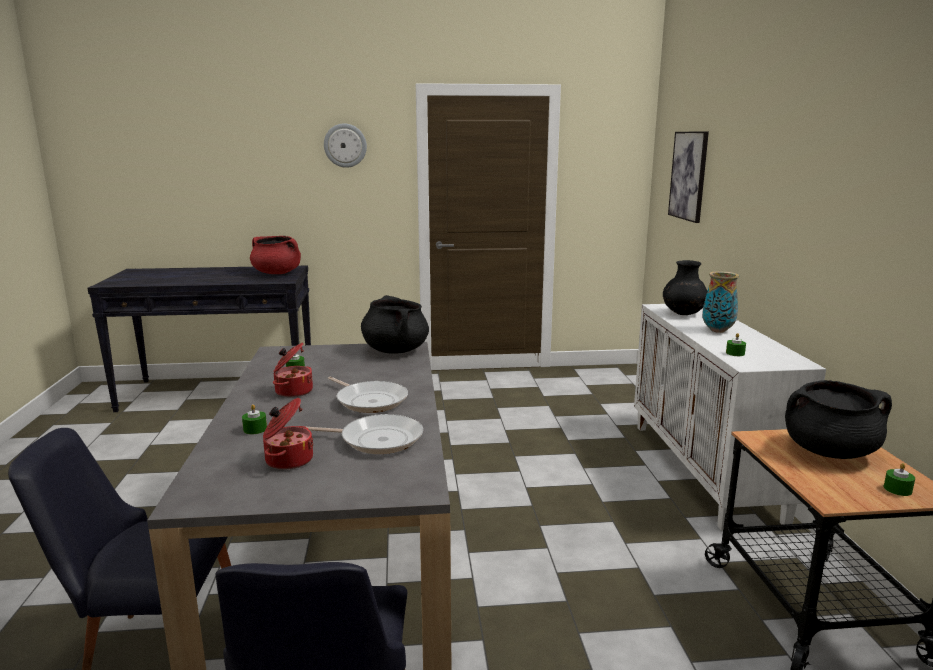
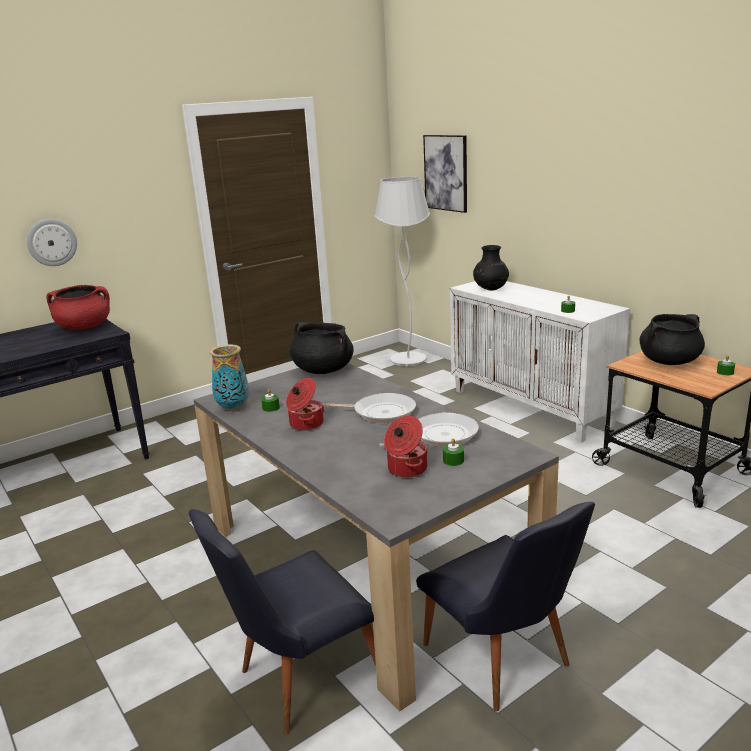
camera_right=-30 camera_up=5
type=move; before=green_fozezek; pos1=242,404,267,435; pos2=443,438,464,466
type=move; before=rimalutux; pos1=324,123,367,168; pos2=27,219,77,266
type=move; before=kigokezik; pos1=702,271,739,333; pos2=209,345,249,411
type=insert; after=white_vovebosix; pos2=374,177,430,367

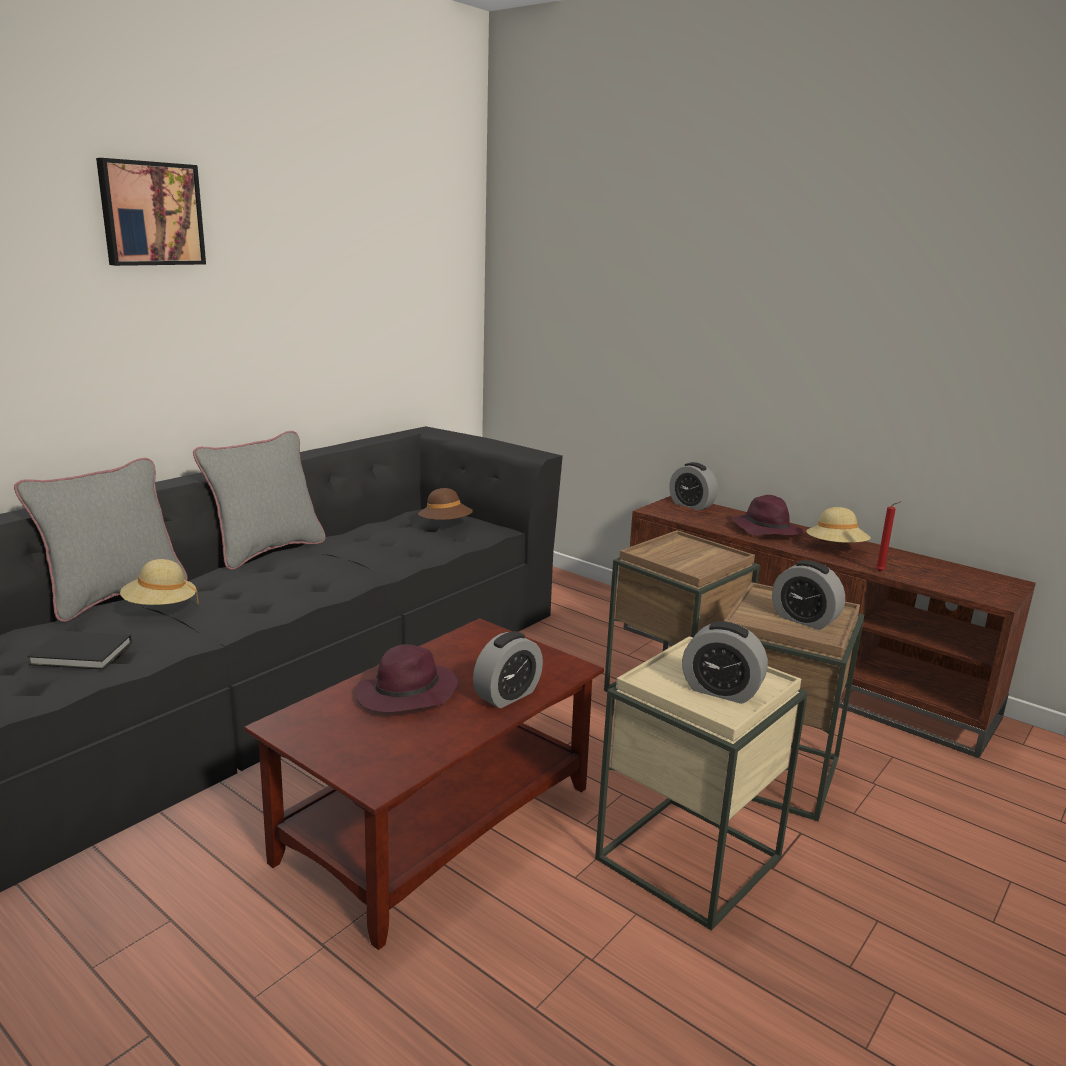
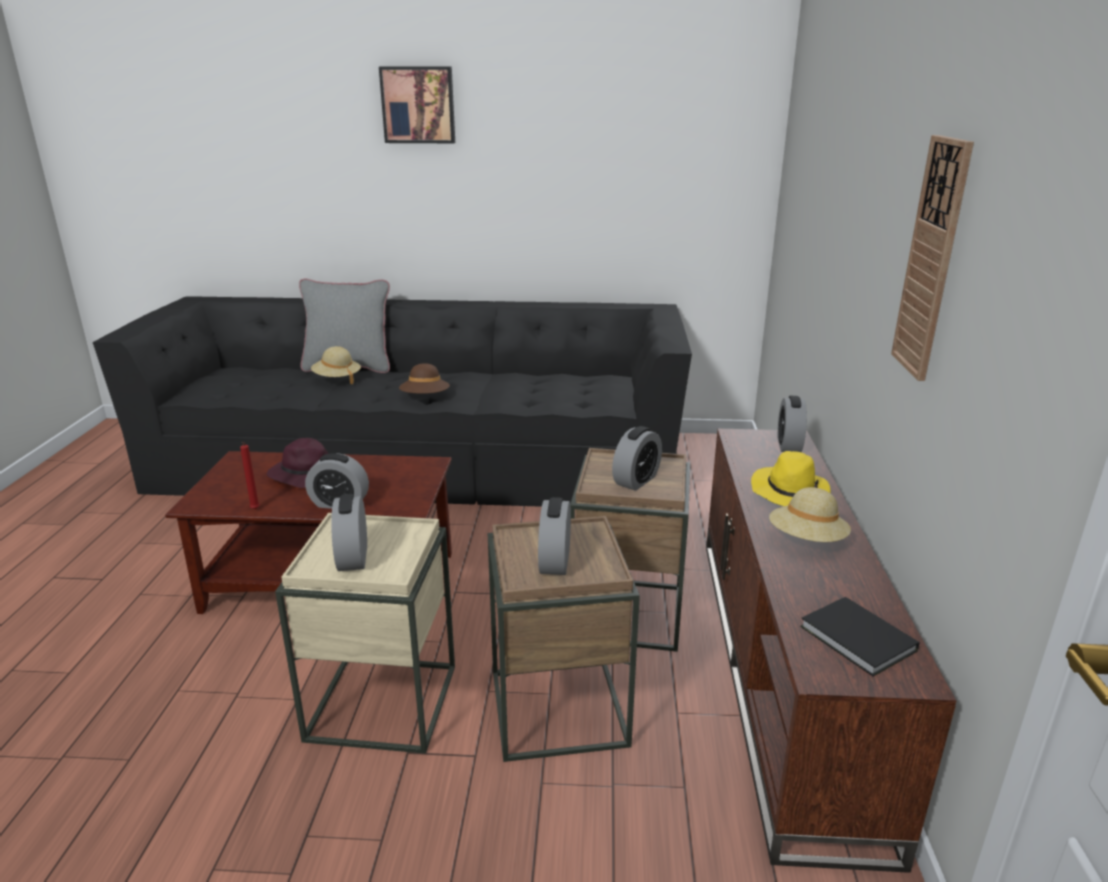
camera_right=55 camera_up=5
type=move; before=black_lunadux; pos1=27,631,132,670; pos2=800,597,920,676
type=delete; before=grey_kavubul; pos1=193,431,326,570
type=move; before=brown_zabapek; pos1=418,488,473,520; pos2=399,363,450,394
type=recolor; before=purple_zabapek; after=yellow_zabapek; pos1=731,495,803,536; pos2=751,451,831,506
type=move; before=red_fozezek; pos1=876,501,901,571; pos2=240,442,260,509
type=insert; after=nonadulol; pos2=612,426,662,491
type=insert; after=rimalutux; pos2=891,135,974,381

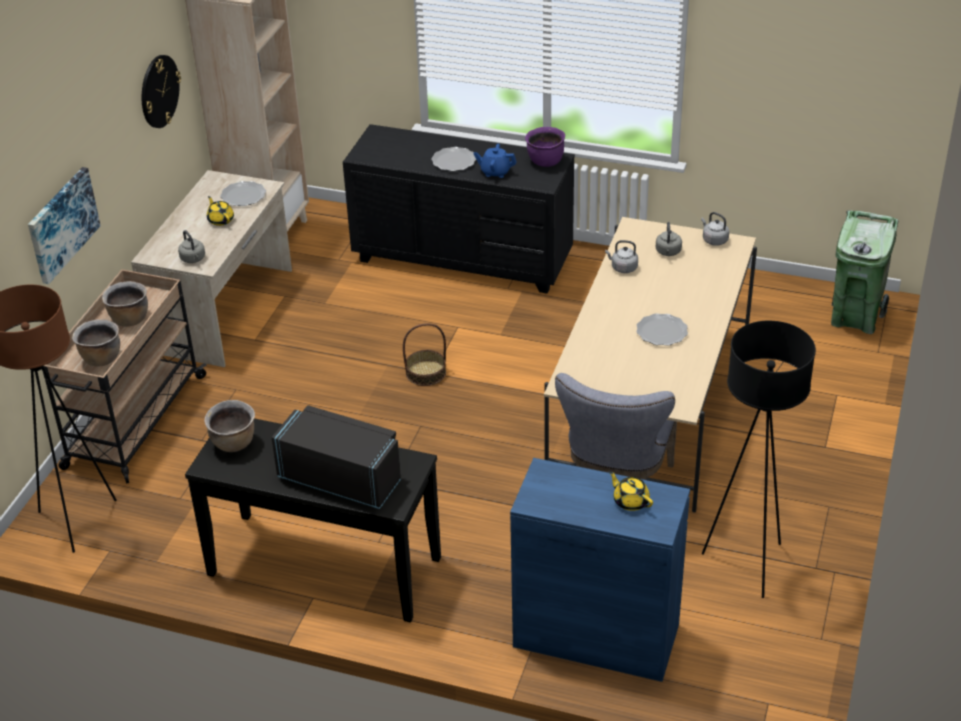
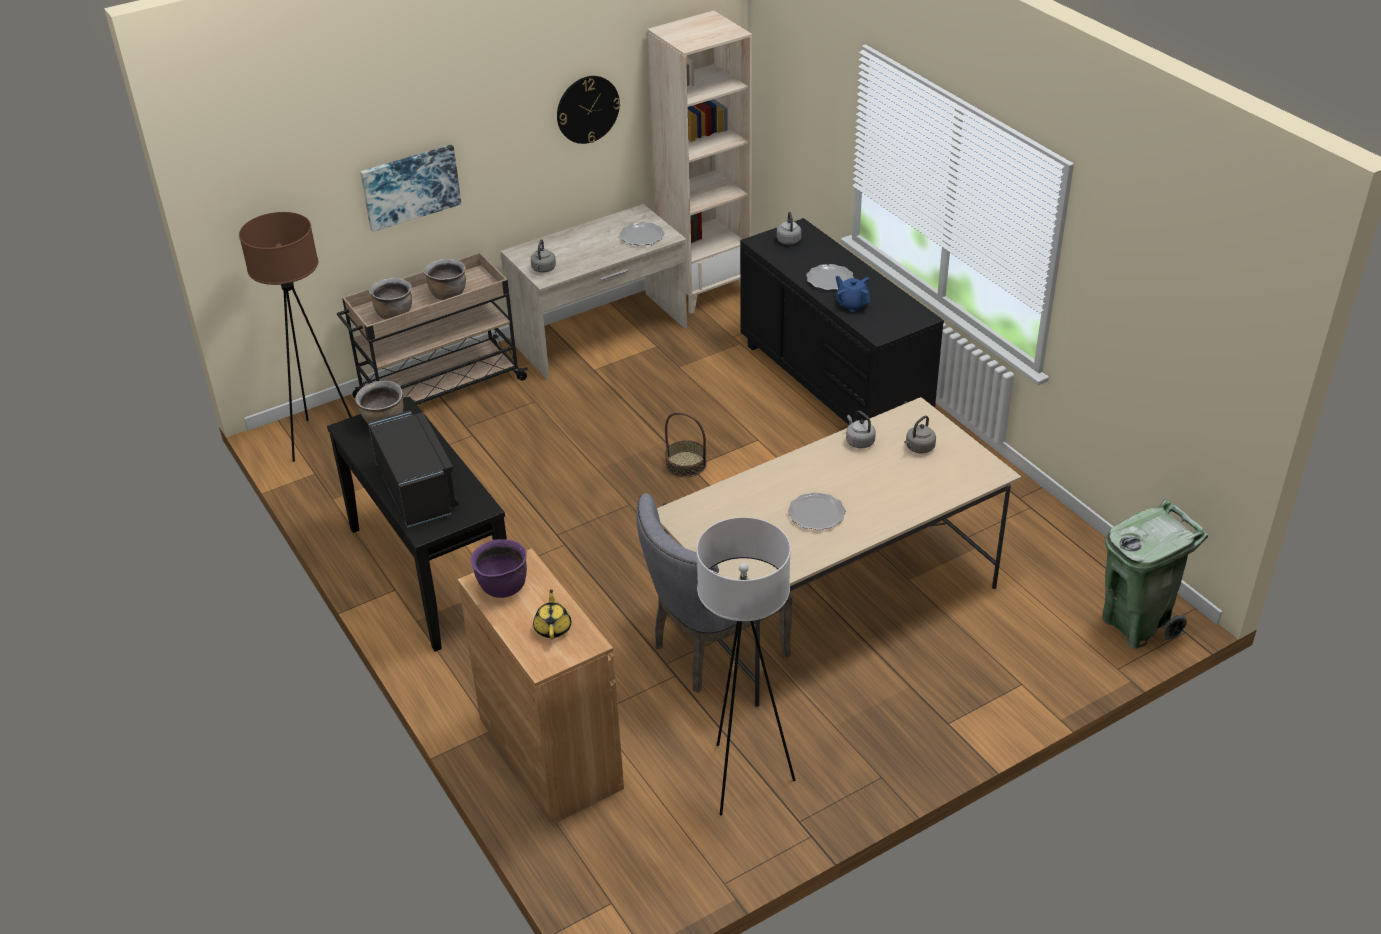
camera_right=40 camera_up=0
type=delete; before=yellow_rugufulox; pos1=207,196,234,226
type=recolor; before=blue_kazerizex; after=brown_kazerizex; pos1=510,458,690,682; pos2=458,548,624,824
type=move; before=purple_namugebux; pos1=525,127,565,167; pos2=471,539,527,598
type=move; before=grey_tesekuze; pos1=701,212,729,246; pos2=777,212,801,245
type=recolor; before=black_vovebosix; after=white_vovebosix; pos1=702,321,816,598; pos2=696,517,795,815

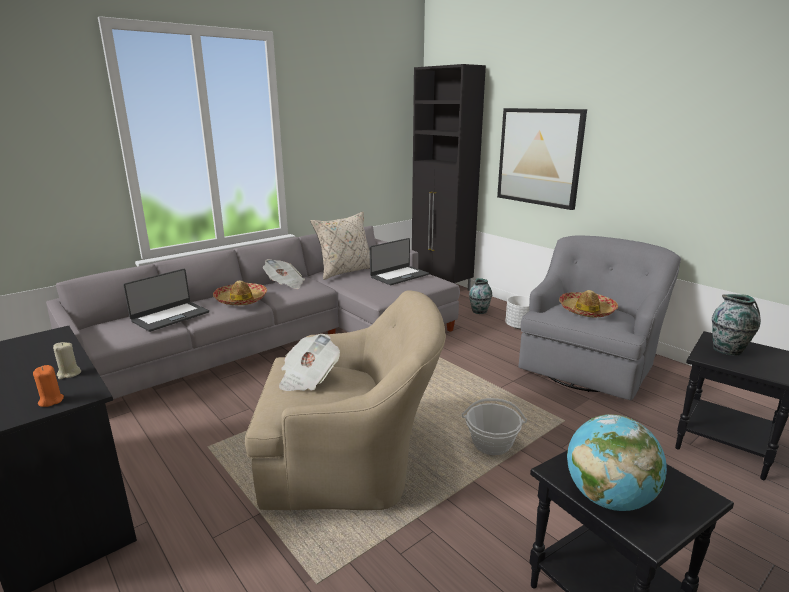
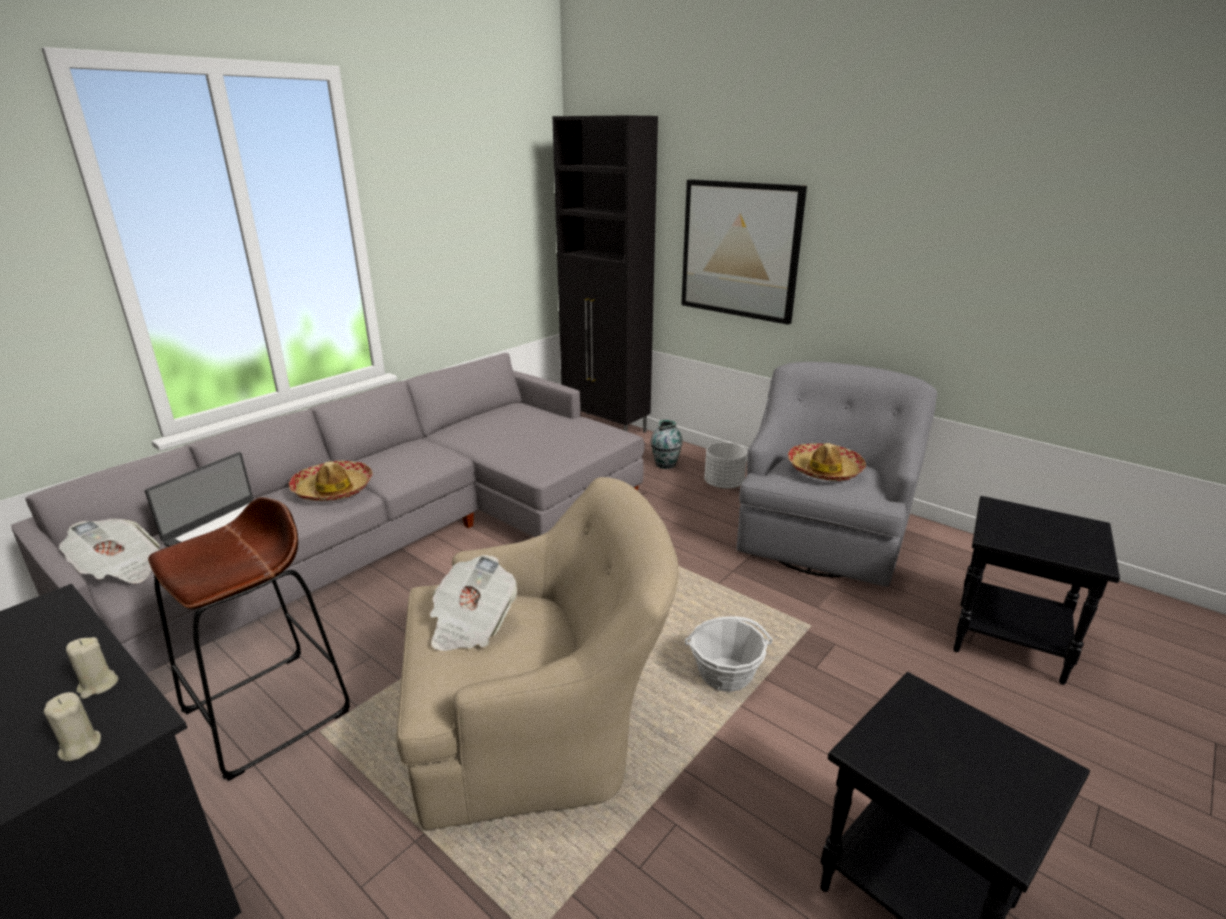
camera_right=-10 camera_up=5
type=recolor; before=orange_fozezek; after=beige_fozezek; pos1=33,365,64,407; pos2=44,692,101,761
type=move; before=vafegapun; pos1=263,259,305,289; pos2=59,519,160,584
type=delete; before=beige_kavubul; pos1=310,212,370,280
type=delete; before=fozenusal; pos1=370,238,429,285
type=delete; before=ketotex; pos1=567,414,667,511
type=delete; before=kigokezik; pos1=712,294,761,356
type=insert; after=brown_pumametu; pos2=148,497,350,781

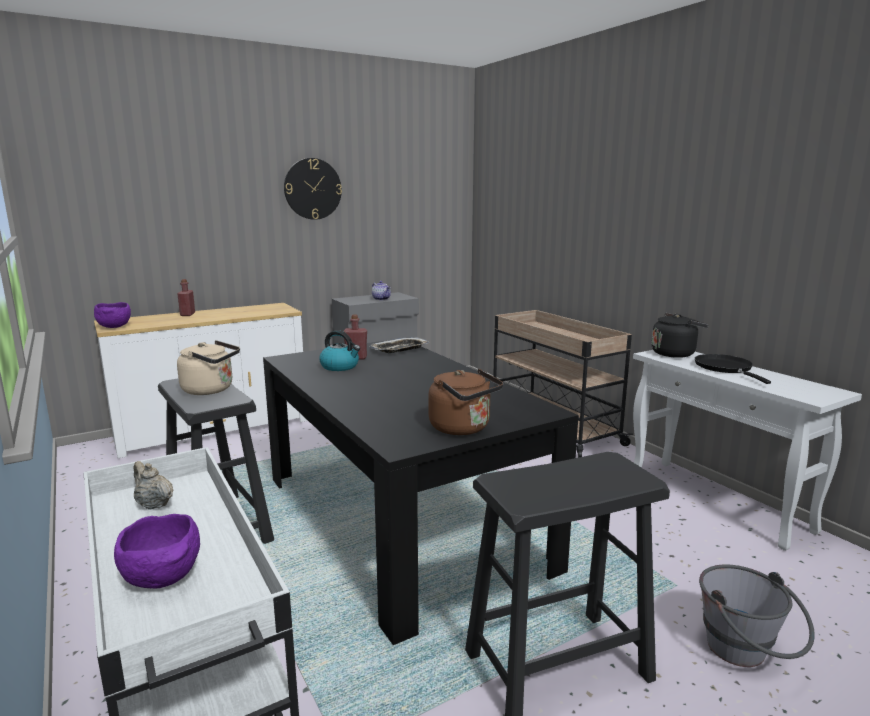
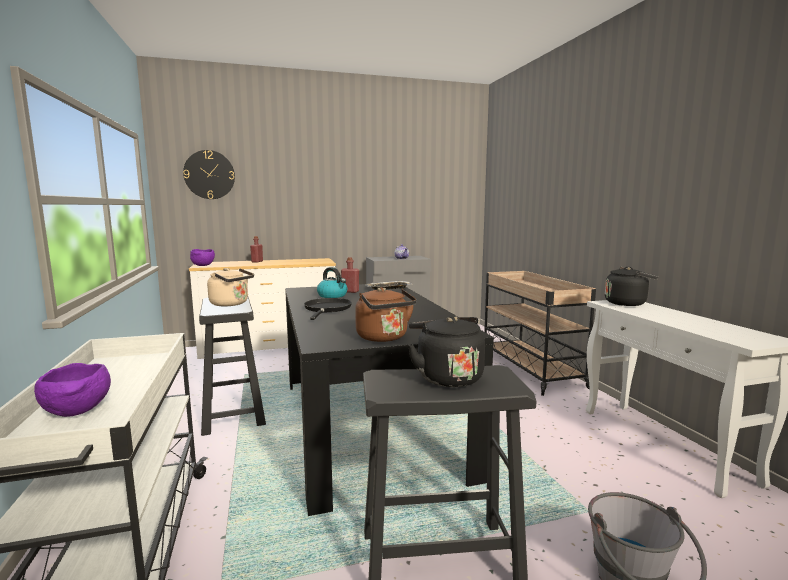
camera_right=15 camera_up=-5
type=delete; before=beige_rugufulox; pos1=133,461,173,510
type=move; before=rimalutux; pos1=284,158,342,220; pos2=183,150,235,199
type=move; before=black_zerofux; pos1=695,354,771,384; pos2=304,298,352,320
type=insert; after=black_tesekuze; pos2=408,316,485,387

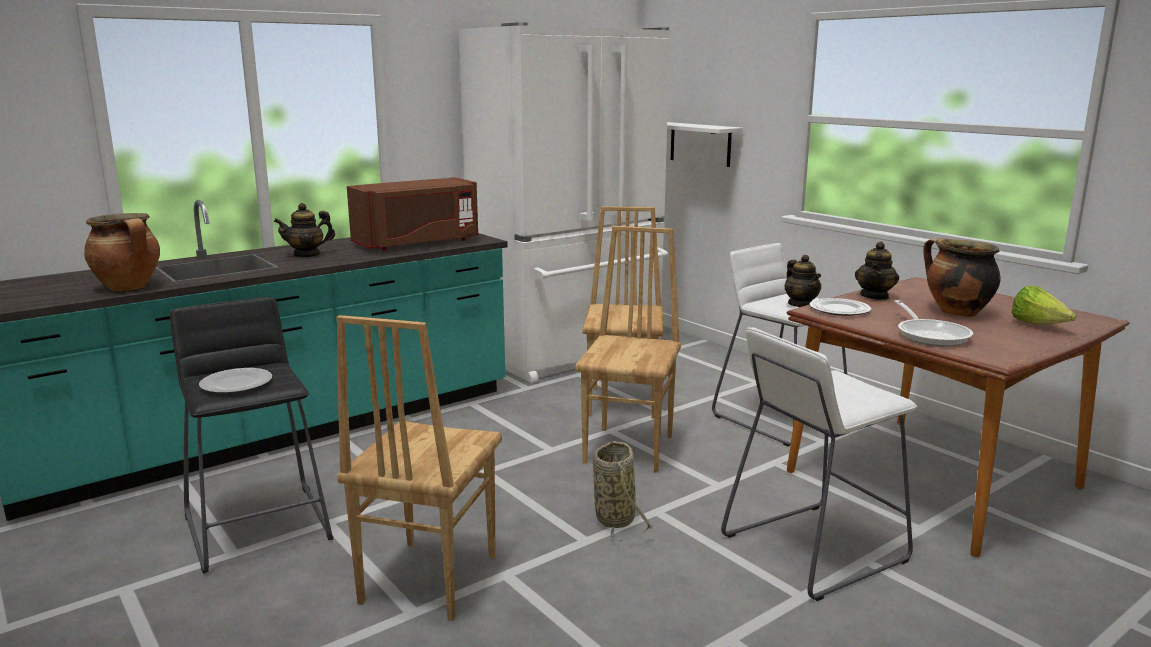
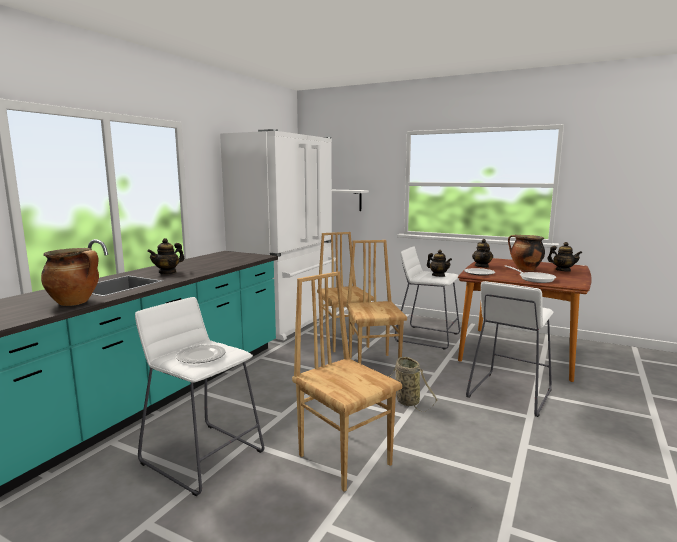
camera_right=-25 camera_up=-5
type=recolor; before=black_pumametu; after=white_pumametu; pos1=170,297,333,574; pos2=135,297,264,496
type=rotate; before=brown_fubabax; pos1=336,315,502,621; pos2=292,271,402,492; turn=150
type=delete; before=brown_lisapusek; pos1=347,177,478,251
type=replace; before=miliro; after=rugufulox; pos1=1012,286,1077,324; pos2=547,242,582,272

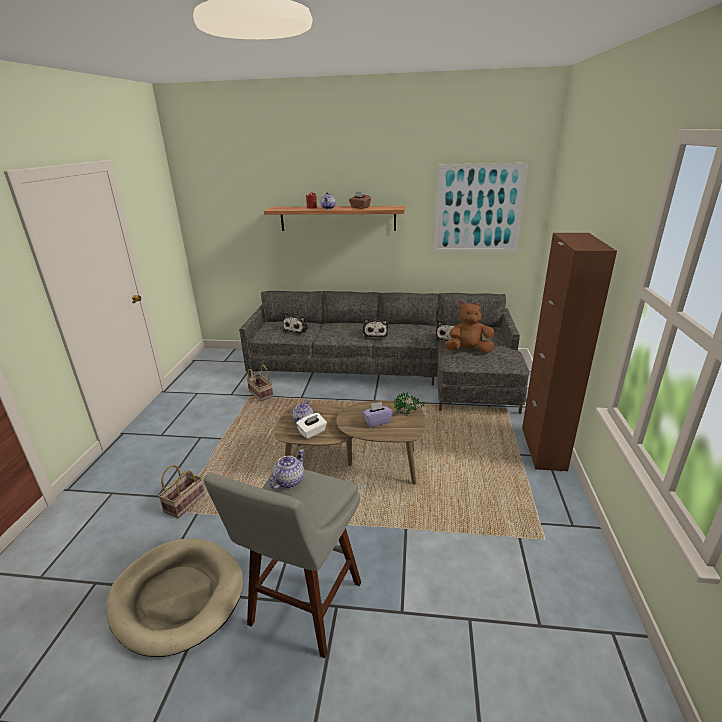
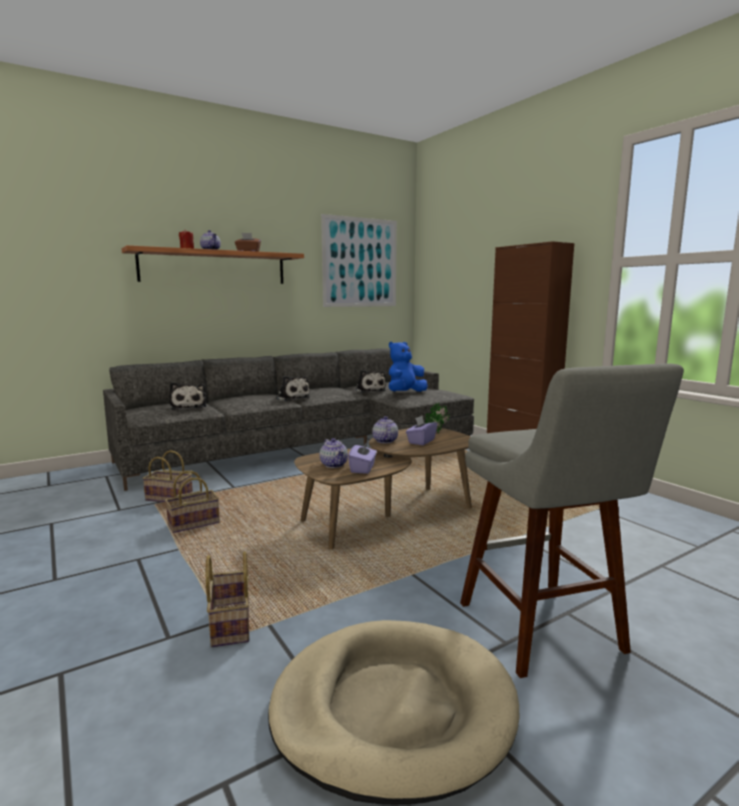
camera_right=-40 camera_up=-15
type=move; before=rugufulox; pos1=270,450,304,489; pos2=372,416,398,443
type=recolor; before=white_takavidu; after=purple_takavidu; pos1=296,413,327,439; pos2=348,440,377,474
type=recolor; before=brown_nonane; after=blue_nonane; pos1=445,302,494,353; pos2=389,342,428,392
type=insert; after=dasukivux; pos2=165,471,220,533

